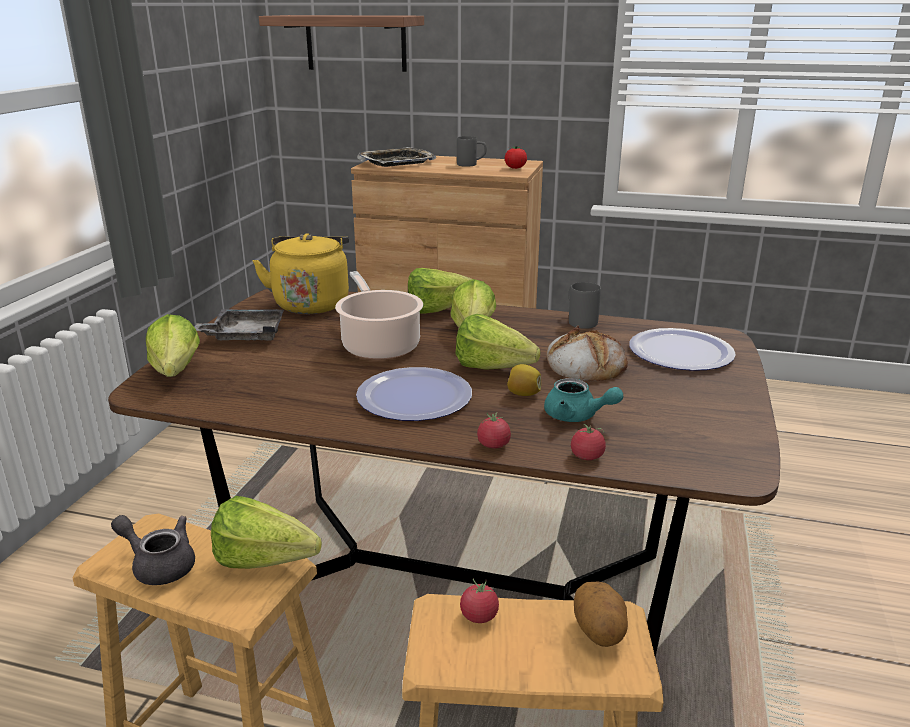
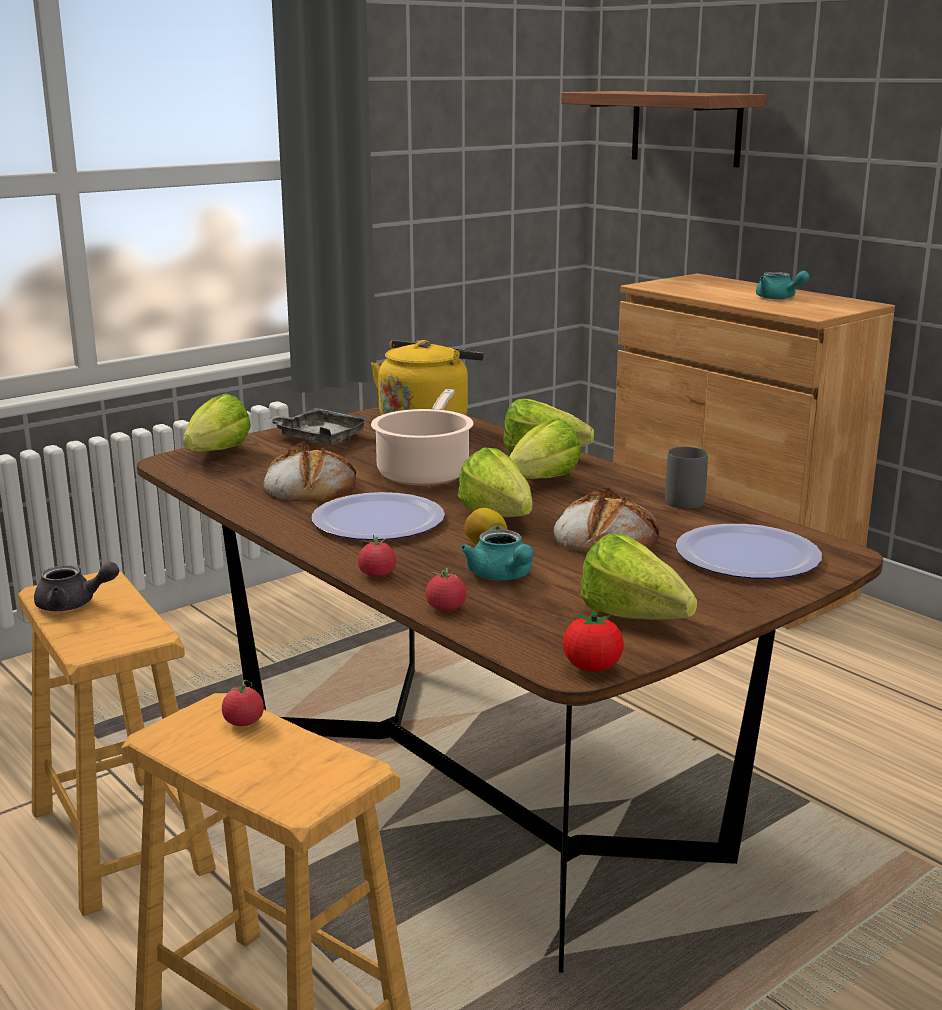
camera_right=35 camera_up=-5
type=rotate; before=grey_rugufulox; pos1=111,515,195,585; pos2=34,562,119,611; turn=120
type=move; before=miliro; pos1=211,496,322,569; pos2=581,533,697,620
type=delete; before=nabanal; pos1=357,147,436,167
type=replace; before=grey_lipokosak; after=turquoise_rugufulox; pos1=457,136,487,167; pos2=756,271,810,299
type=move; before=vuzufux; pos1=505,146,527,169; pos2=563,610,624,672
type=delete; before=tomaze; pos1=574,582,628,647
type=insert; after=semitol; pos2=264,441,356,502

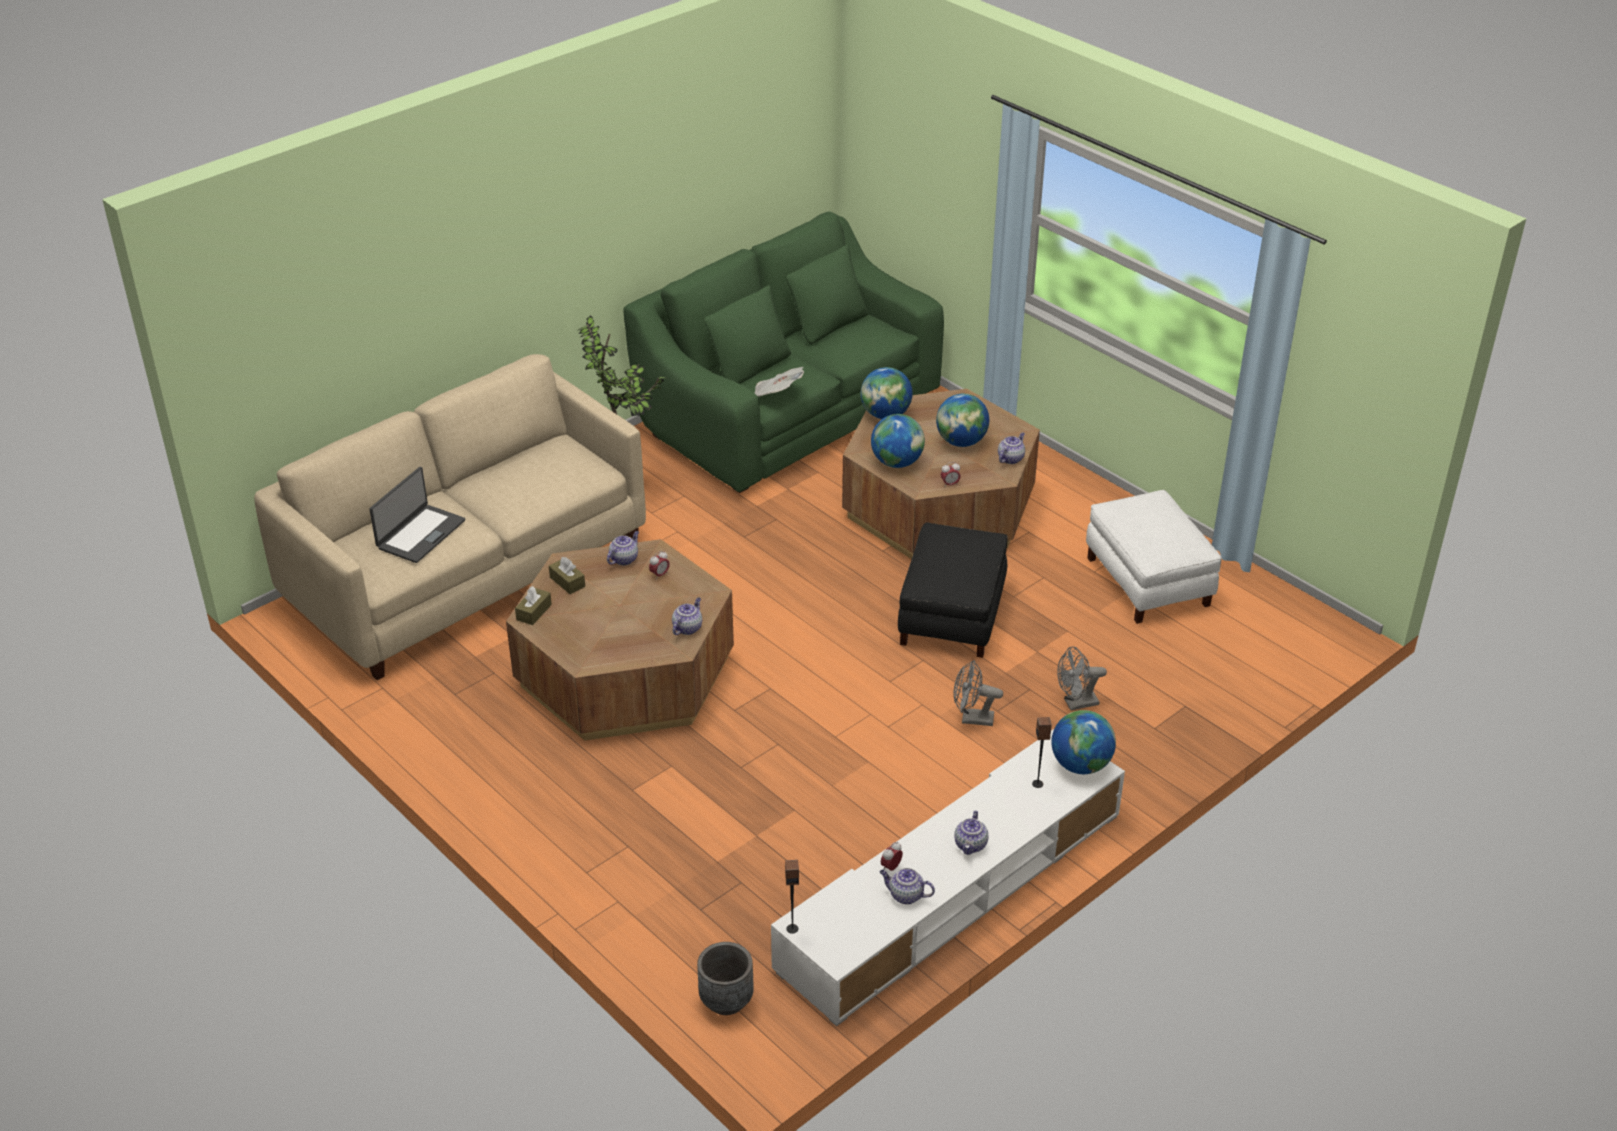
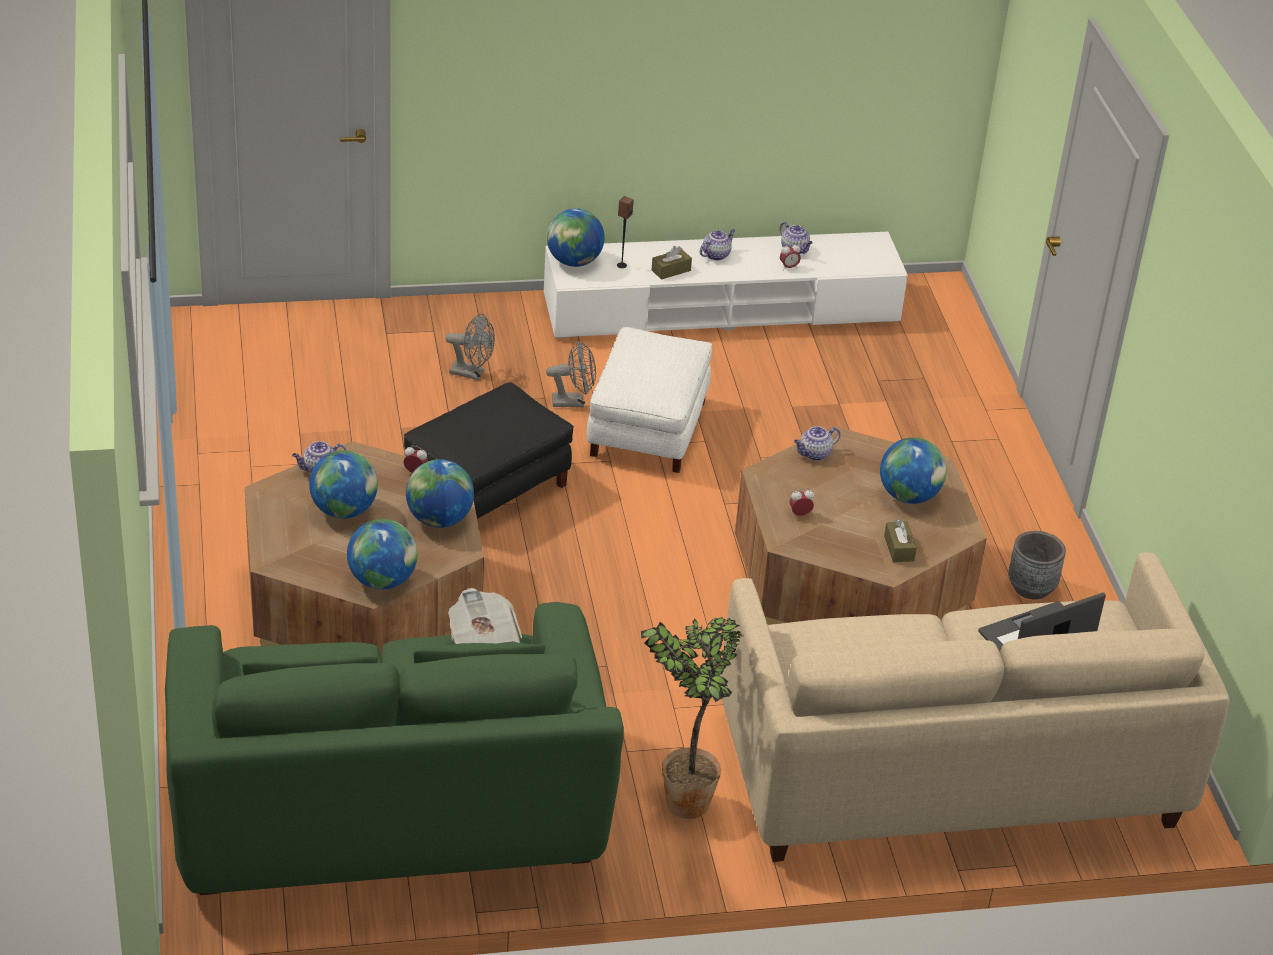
camera_right=-150 camera_up=0
type=move; before=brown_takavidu; pos1=515,586,552,625; pos2=652,246,692,280
type=delete; before=rugufulox; pos1=607,531,639,566
type=move; before=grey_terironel; pos1=697,942,754,1015; pos2=1008,531,1066,600
type=delete; before=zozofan; pos1=785,860,799,934
type=rotate; before=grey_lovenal; pos1=954,660,1003,726; pos2=546,341,596,407; turn=-45
type=move; before=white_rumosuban; pos1=1086,490,1222,624; pos2=587,327,712,473
type=insert; after=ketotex; pos2=880,437,946,504

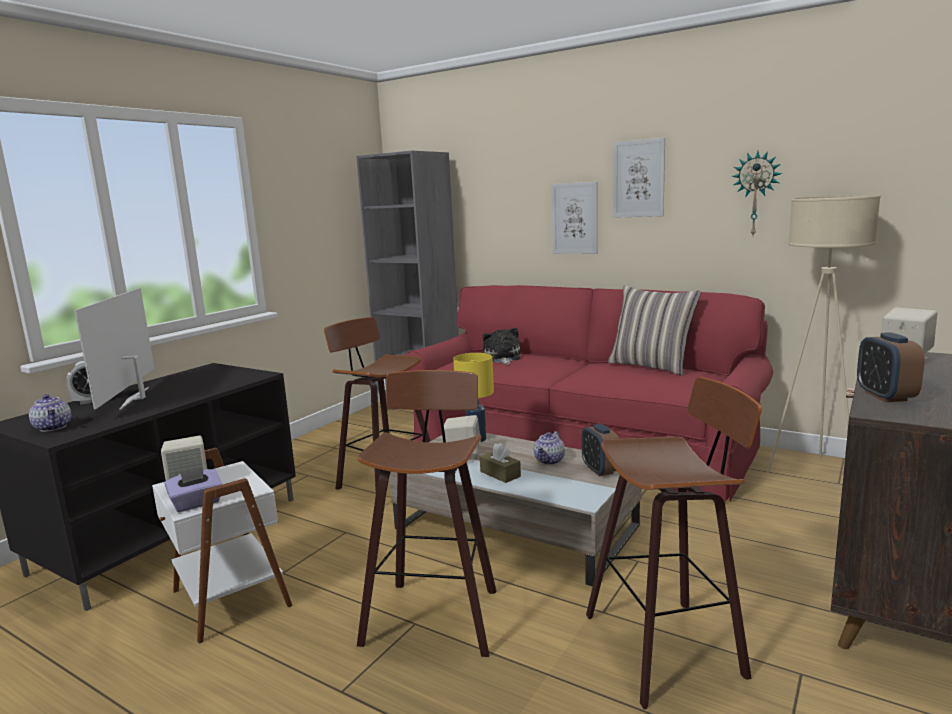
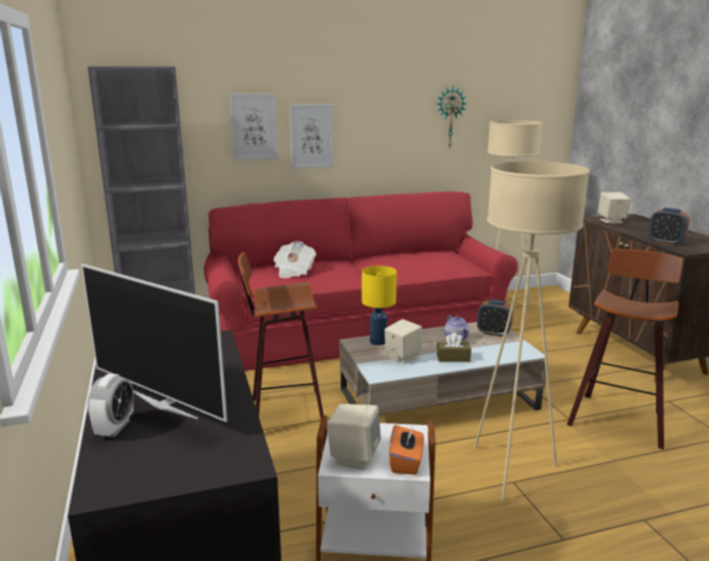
camera_right=-50 camera_up=5
type=delete; before=rugufulox; pos1=29,394,71,432
type=recolor; before=purple_takavidu; after=orange_takavidu; pos1=165,468,222,512; pos2=389,425,424,475
type=replace; before=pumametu; after=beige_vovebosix; pos1=357,370,496,657; pos2=474,161,590,502
type=replace; before=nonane; after=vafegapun; pos1=483,327,521,365; pos2=273,241,316,278
type=delete; before=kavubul; pos1=608,285,701,376
type=move; before=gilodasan; pos1=613,138,665,218; pos2=230,93,278,161

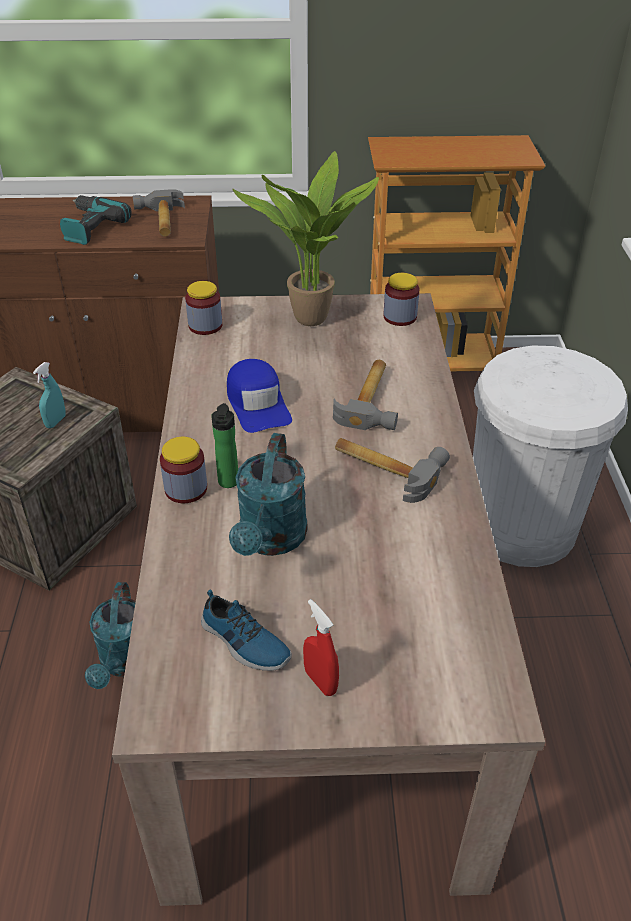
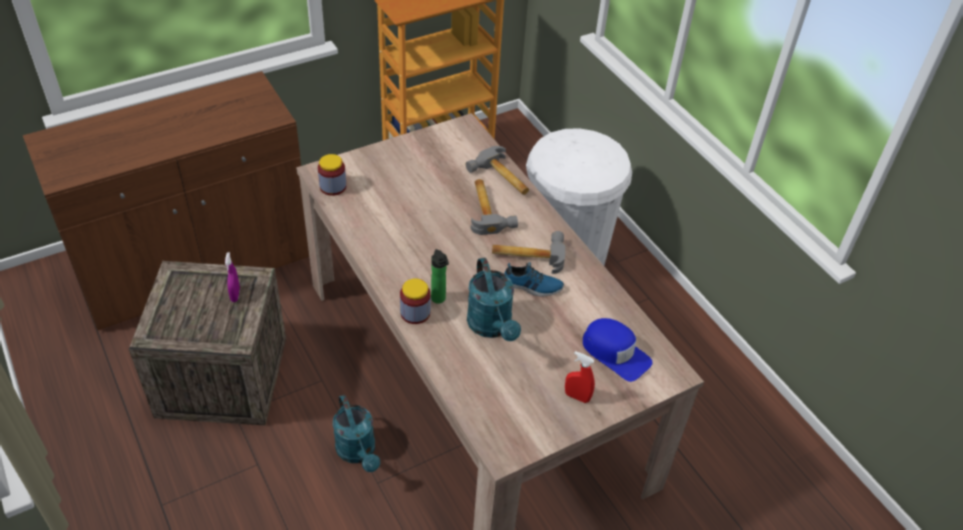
camera_right=-30 camera_up=5
type=recolor; before=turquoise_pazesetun; after=purple_pazesetun; pos1=33,362,66,428; pos2=225,252,240,302
type=delete; before=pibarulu; pos1=60,195,132,245
type=move; before=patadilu; pos1=133,189,185,237; pos2=465,146,529,195
type=move; before=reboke; pos1=201,590,292,671; pos2=504,262,564,296
type=move; before=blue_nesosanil; pos1=227,359,292,433; pos2=583,318,653,382
type=delete; before=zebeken; pos1=232,151,379,326
type=delete; before=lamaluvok; pos1=383,273,419,326

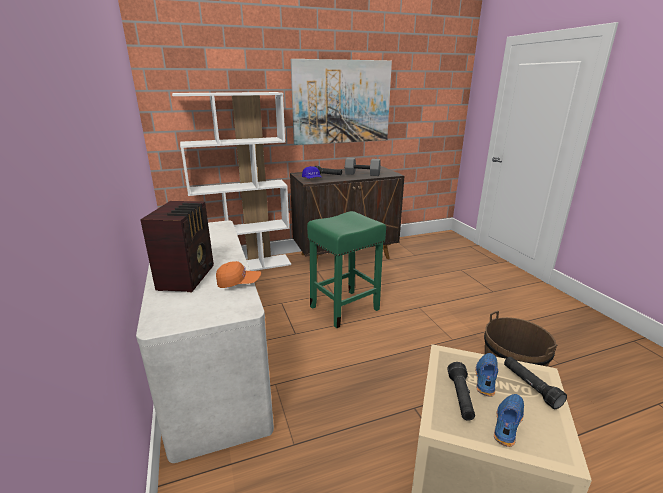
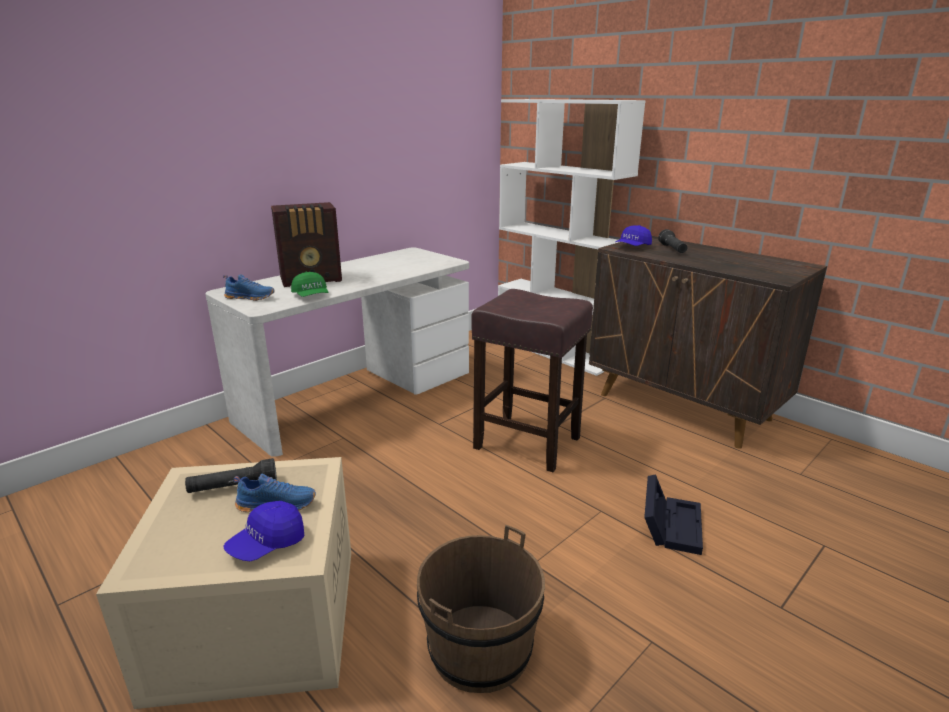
camera_right=65 camera_up=0
type=recolor; before=orange_nesosanil; after=green_nesosanil; pos1=216,261,261,288; pos2=291,272,329,297
type=delete; before=gilodasan; pos1=291,59,392,145
type=recolor; before=green_pumametu; after=brown_pumametu; pos1=307,211,386,328; pos2=471,289,593,472
type=delete; before=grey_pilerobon; pos1=345,158,381,176
type=move; before=blue_reboke; pos1=494,394,524,447; pos2=223,274,275,301
type=replace; before=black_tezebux; after=blue_nesosanil; pos1=504,357,567,409; pos2=223,501,304,561
type=insert; after=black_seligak; pos2=644,474,703,555

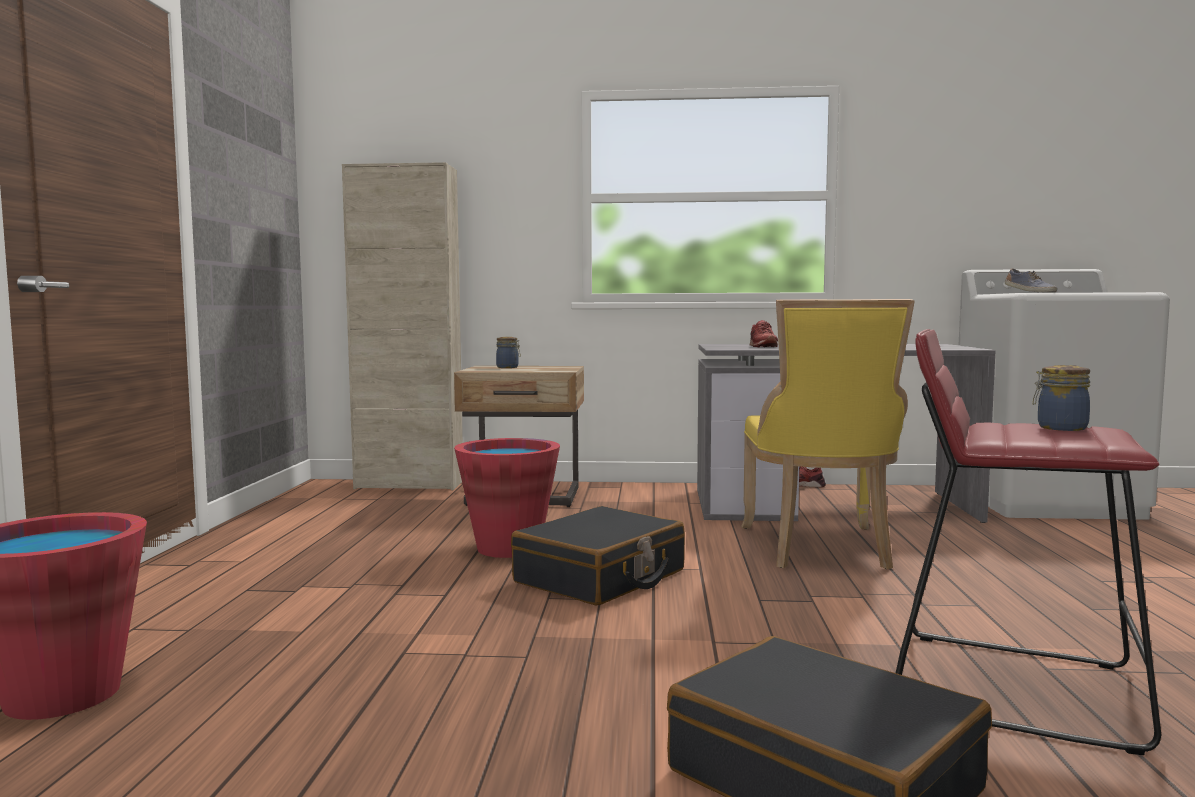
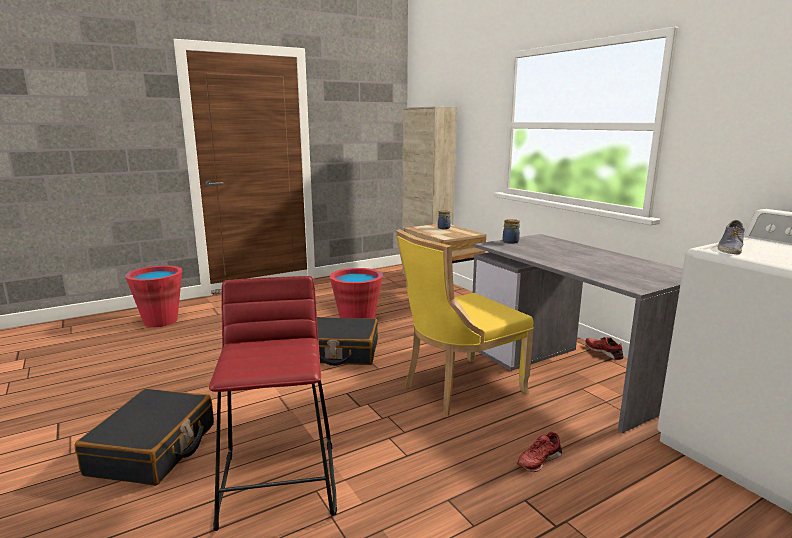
camera_right=55 camera_up=10
type=move; before=red_reboke; pos1=750,320,778,347; pos2=517,432,562,472
type=move; before=lamaluvok; pos1=1033,365,1090,431; pos2=503,219,520,244

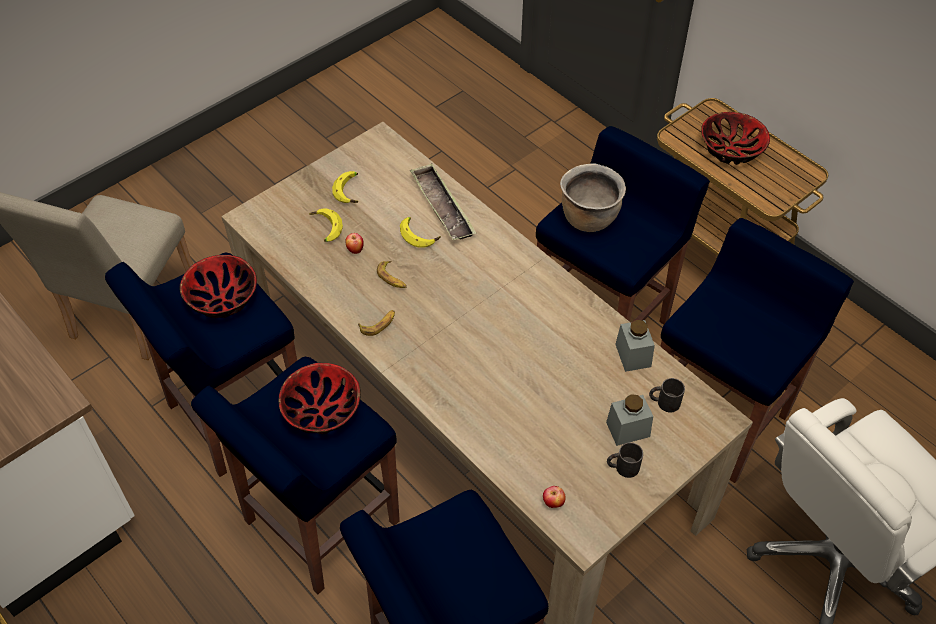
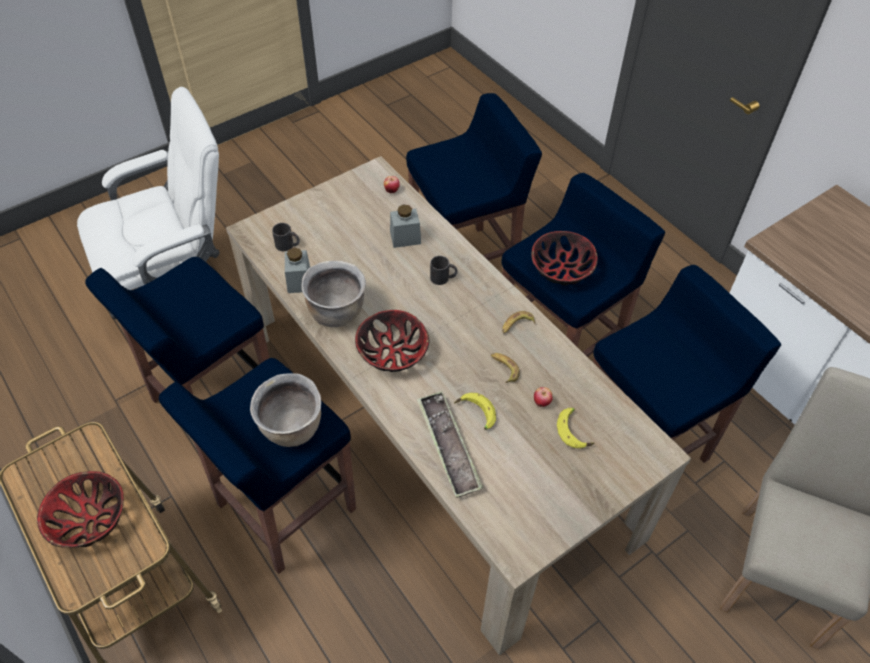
camera_right=-175 camera_up=0
type=move; before=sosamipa; pos1=179,255,257,318; pos2=355,310,429,372
type=delete; before=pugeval; pos1=332,171,358,203
type=move; before=grey_lamaluvok; pos1=606,394,653,446; pos2=390,204,421,248
type=move; before=black_lipokosak; pos1=607,442,643,478; pos2=430,256,458,285
type=insert; after=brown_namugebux; pos2=301,260,366,327

